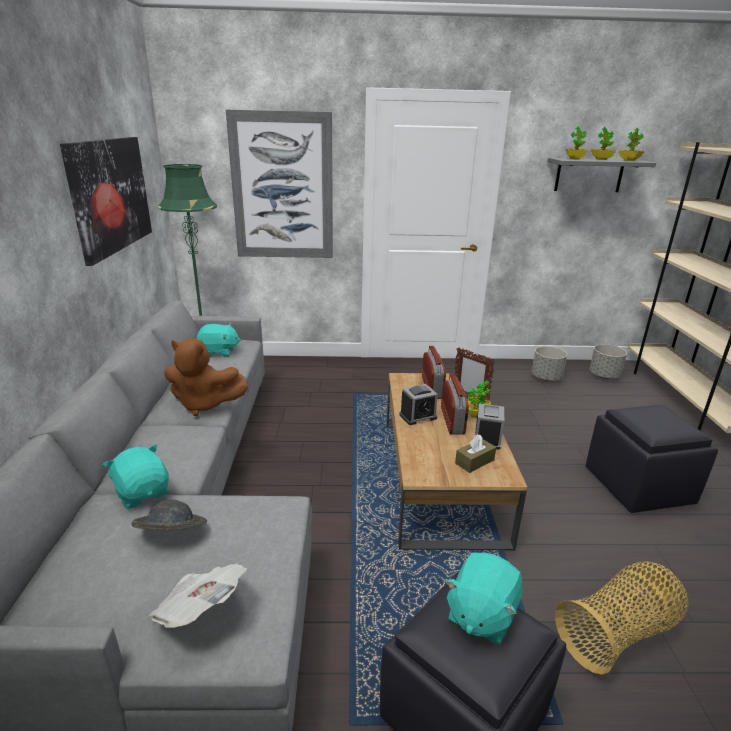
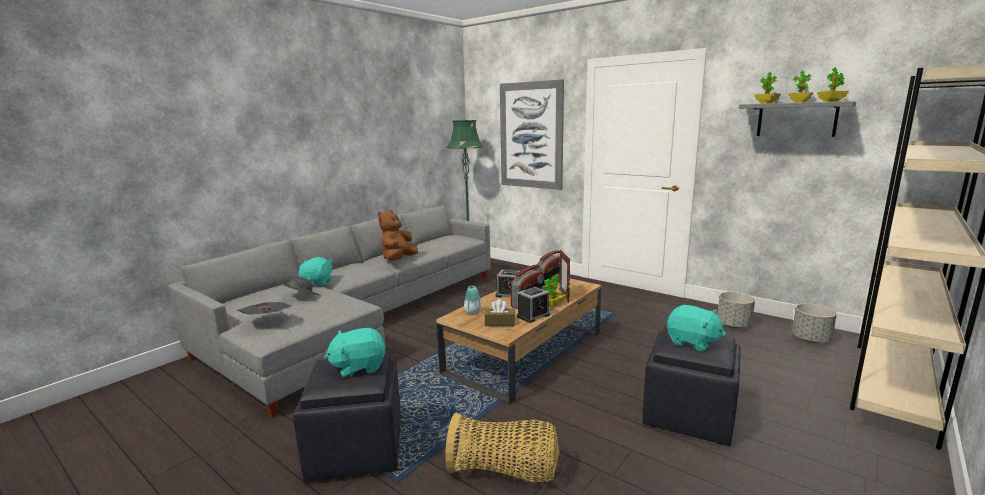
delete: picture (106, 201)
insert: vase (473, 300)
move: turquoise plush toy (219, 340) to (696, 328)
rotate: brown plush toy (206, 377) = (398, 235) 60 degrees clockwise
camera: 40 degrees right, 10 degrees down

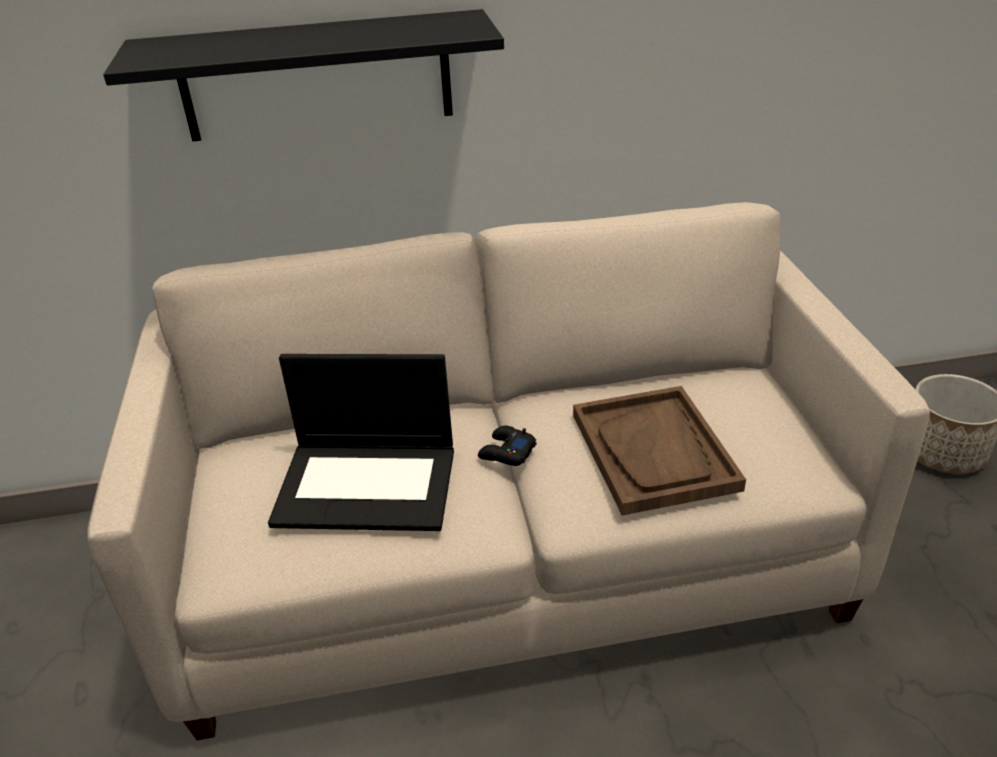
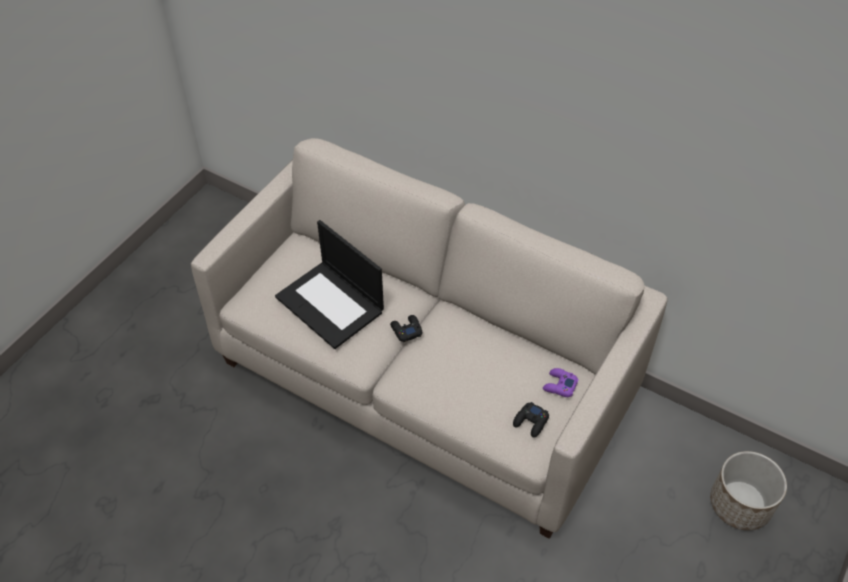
delete: black shelf (303, 75); brown tray (659, 451)
insert: purple game controller (561, 382); black game controller (531, 420)
camera: 40 degrees right, 15 degrees up

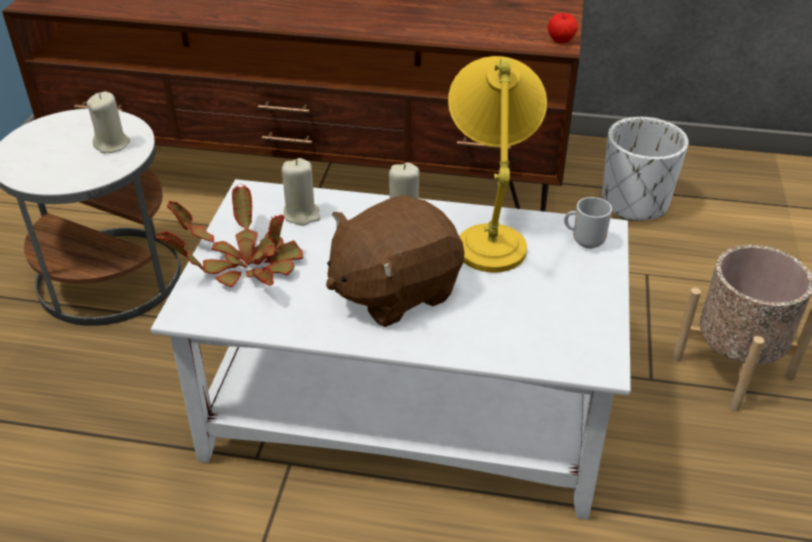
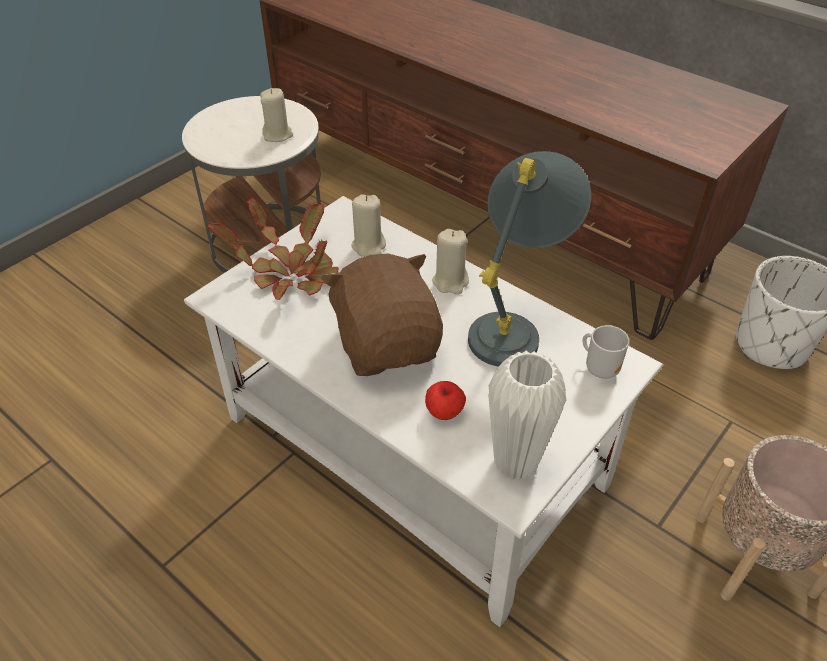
insert: white vase (527, 415)
move: apple (563, 28) to (445, 400)
recolor: yellow table lamp (497, 164) to grey table lamp (529, 259)
rotate: brown plush toy (395, 261) = (382, 315) 75 degrees clockwise
camera: 30 degrees right, 5 degrees up

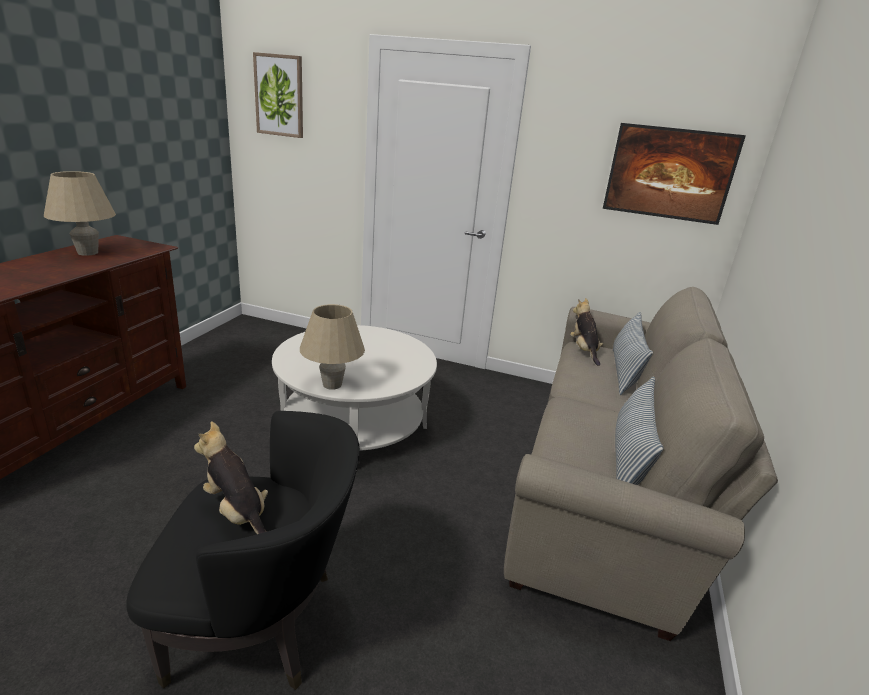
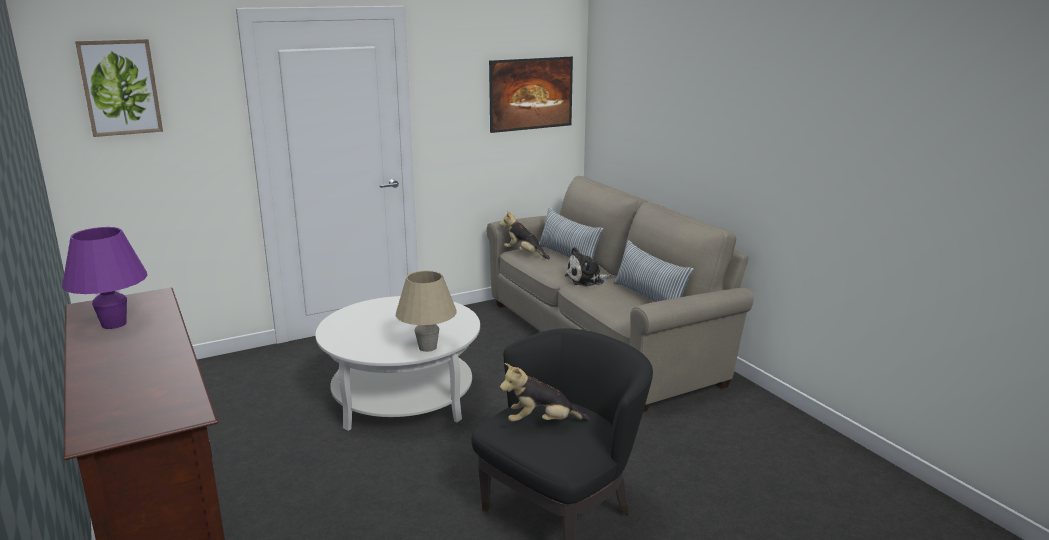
insert: plush toy (588, 266)
recolor: beige table lamp (80, 213) to purple table lamp (104, 278)
camera: 45 degrees left, 5 degrees down

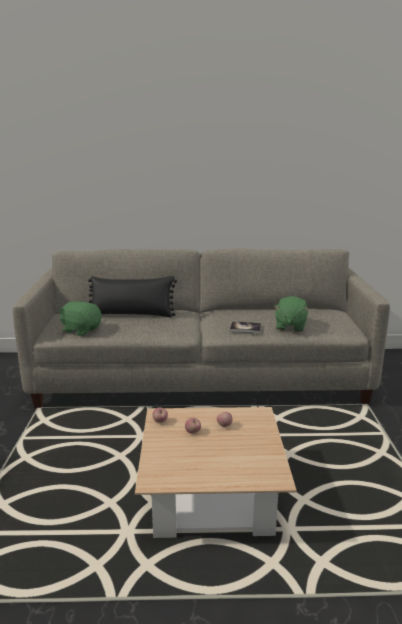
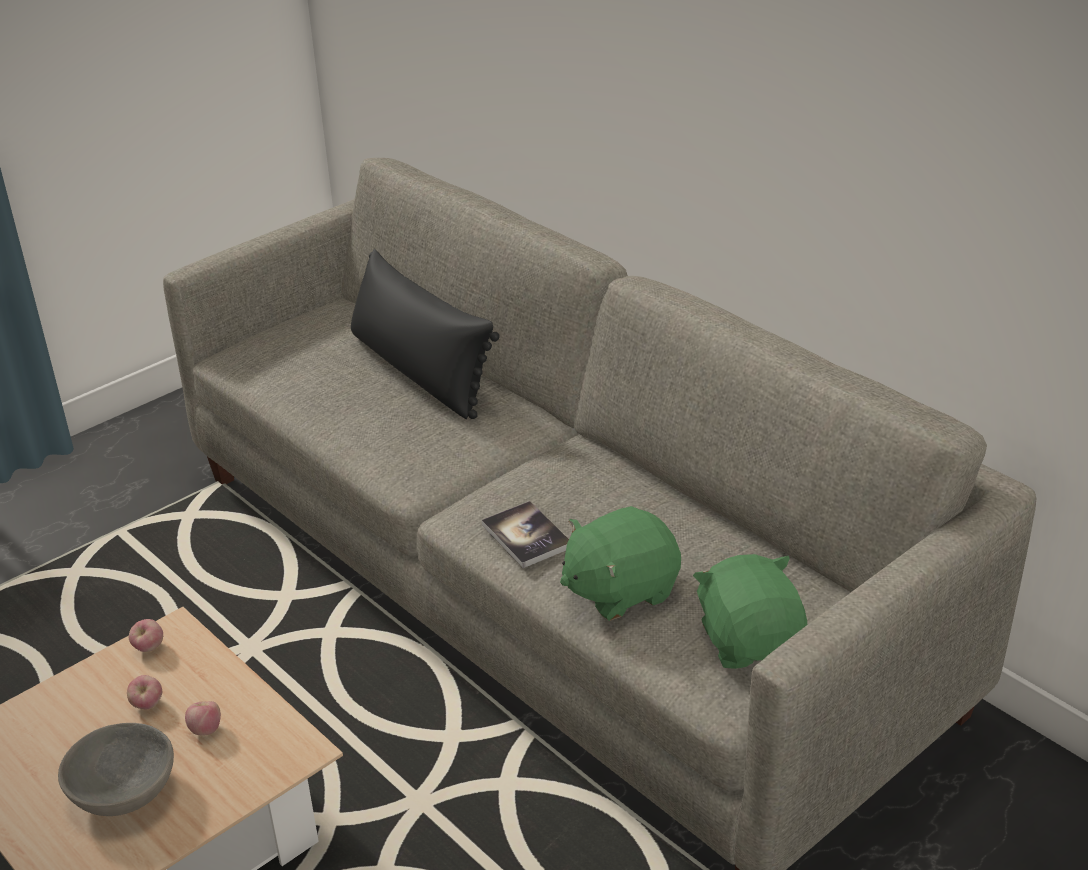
insert: grey bowl (116, 769)
move: green plush toy (79, 318) to (750, 611)
camera: 50 degrees right, 15 degrees up

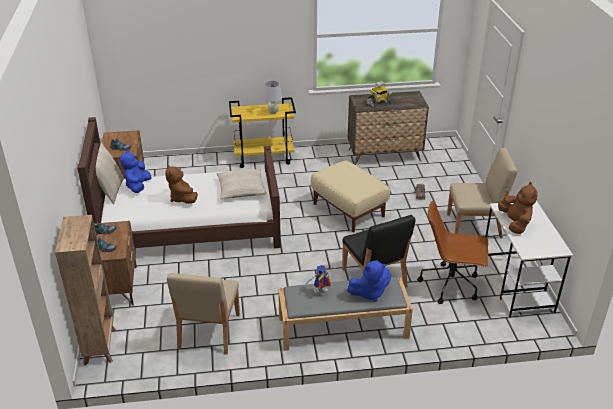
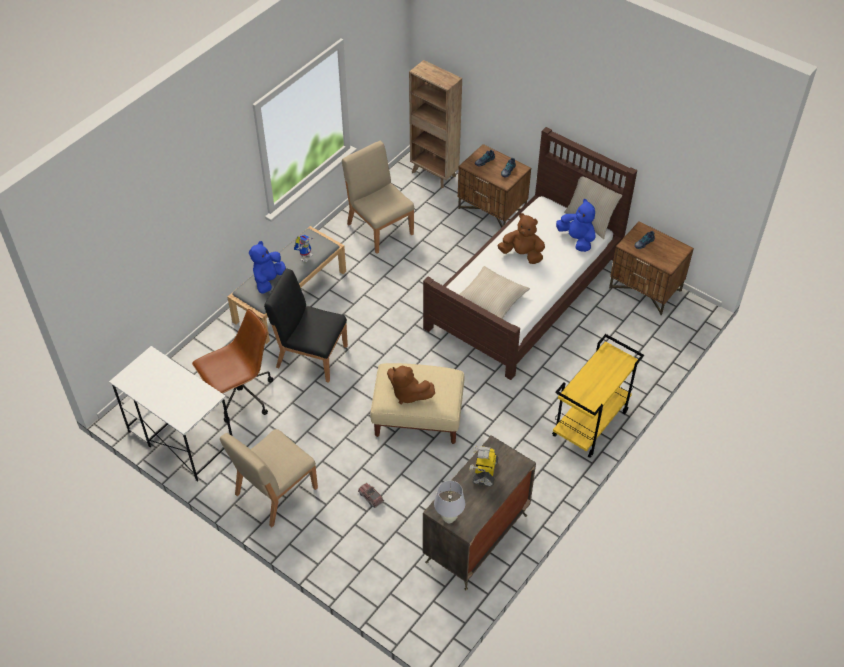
move: white table lamp (272, 98) to (449, 502); brown plush toy (517, 208) to (411, 384)
camera: 135 degrees right, 15 degrees up

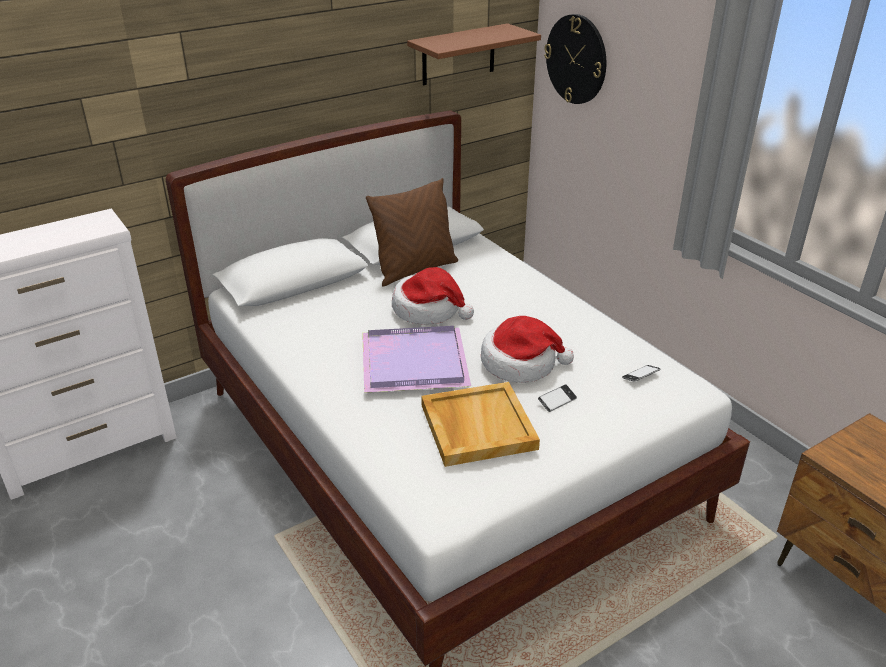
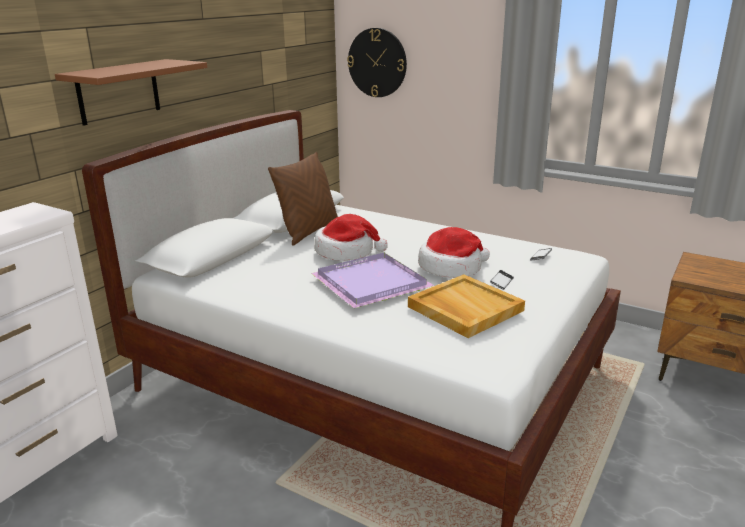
move: brown shelf (474, 54) to (131, 92)
camera: 25 degrees left, 10 degrees down

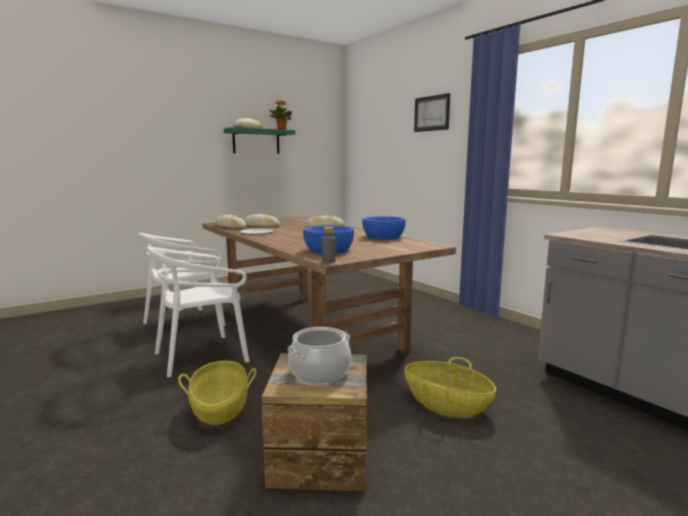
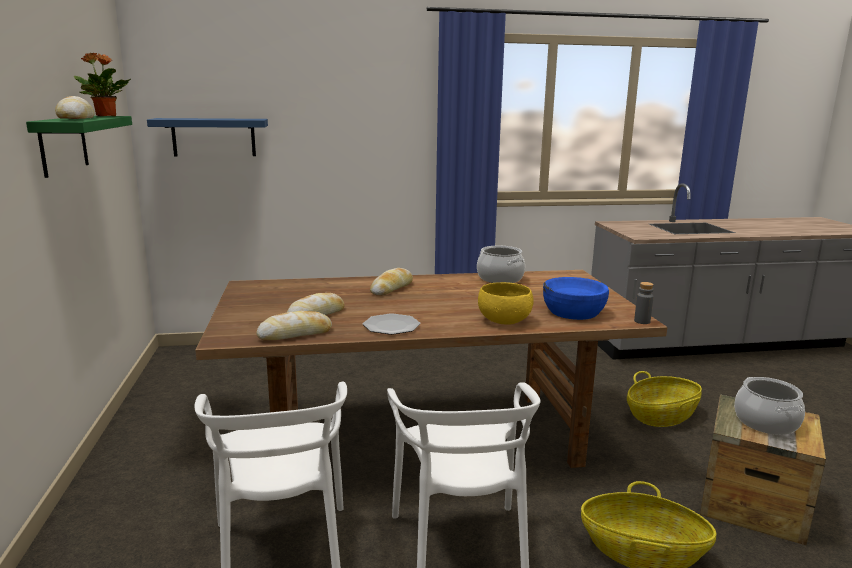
delete: picture (432, 112)
insert: blue shelf (207, 137); yellow bowl (506, 303)
replace: blue bowl (384, 228) to cooking pot (501, 264)
camera: 65 degrees left, 5 degrees up

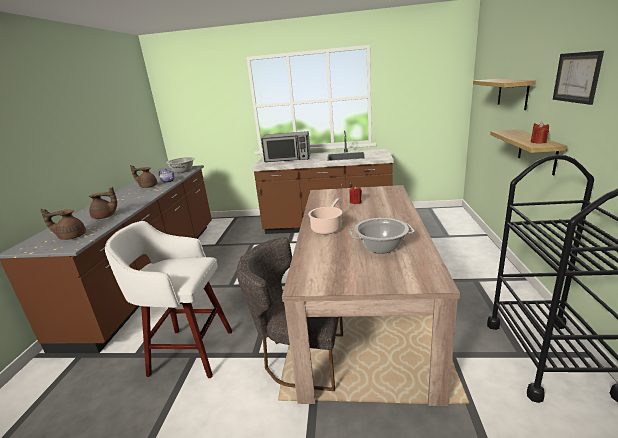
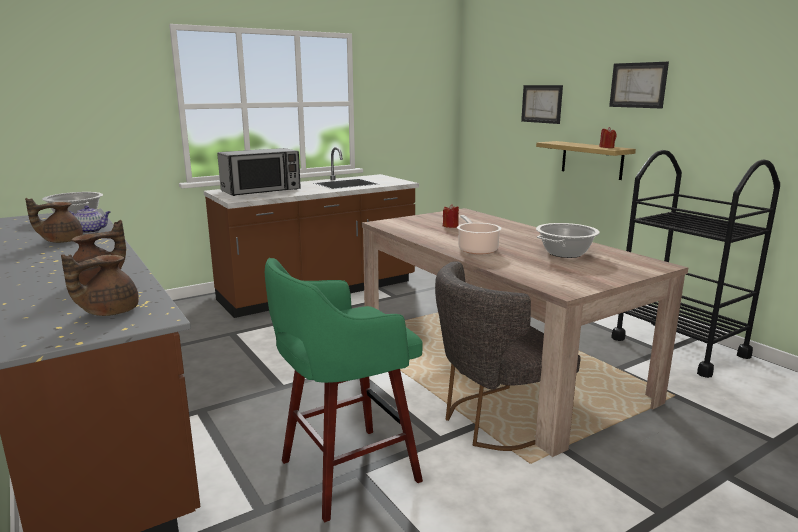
replace: shelf (504, 94) to picture (542, 104)
recolor: white stool (168, 299) to green stool (344, 390)
camera: 40 degrees left, 5 degrees down

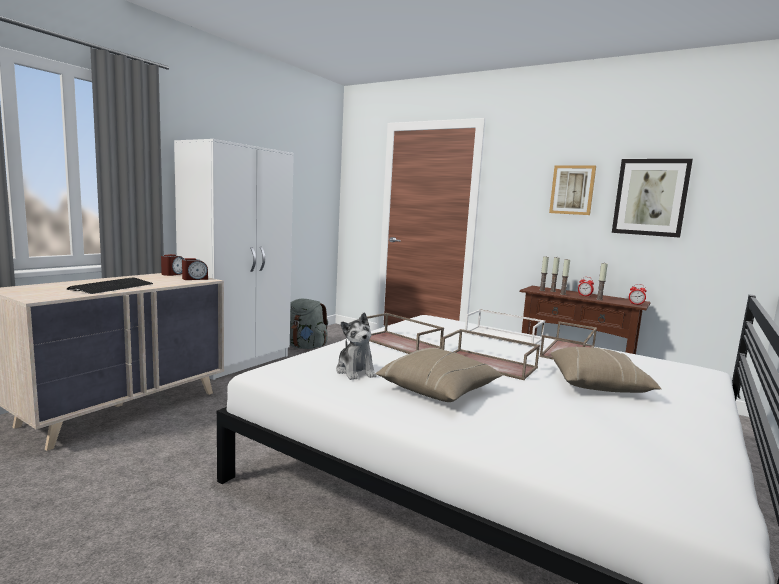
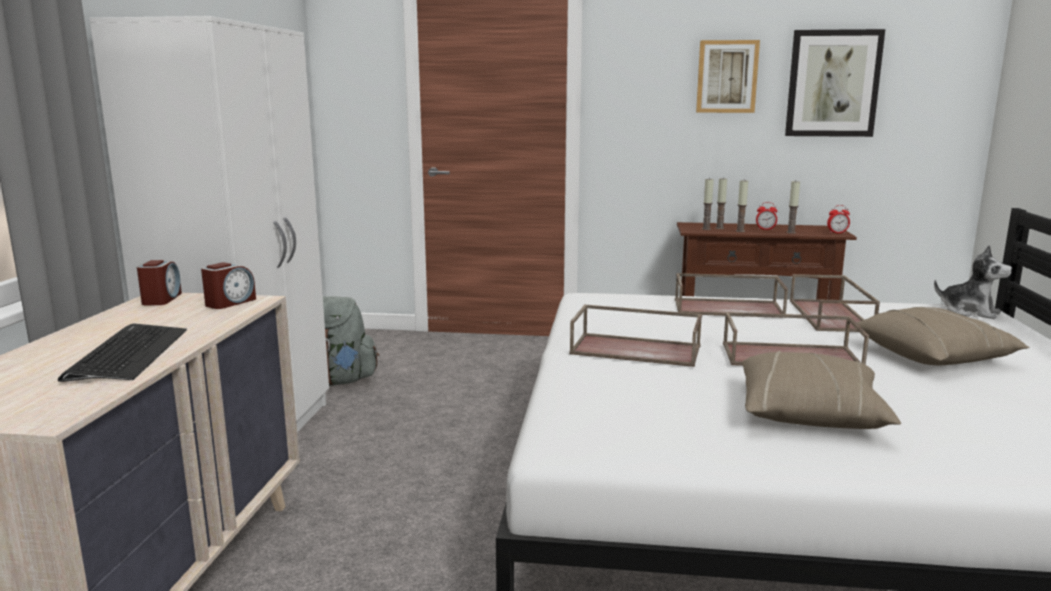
move: plush toy (356, 346) to (973, 282)
recolor: white tray (504, 328) to brown tray (731, 295)
camera: 25 degrees left, 5 degrees up

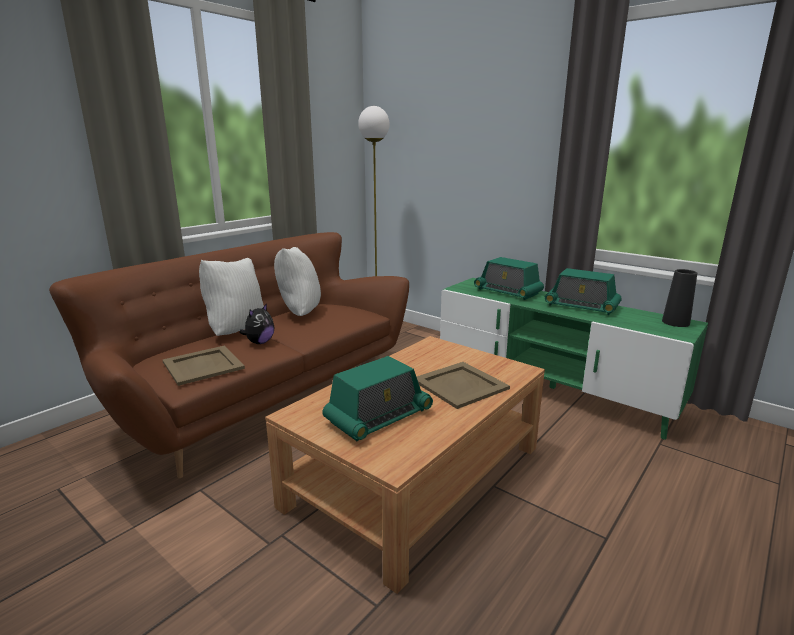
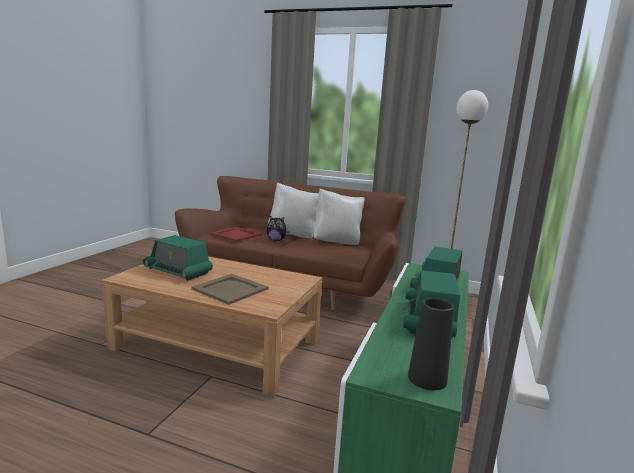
recolor: beige tray (203, 366) to red tray (236, 234)
camera: 70 degrees right, 5 degrees down

